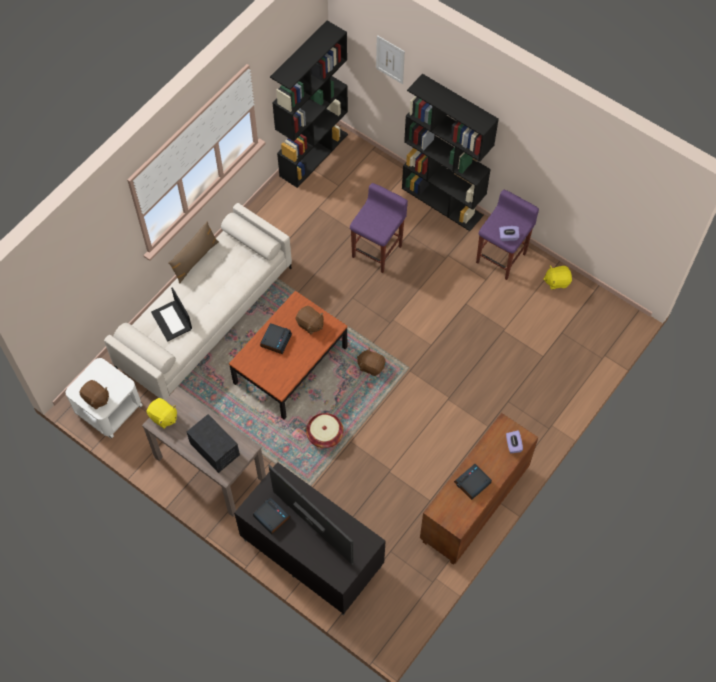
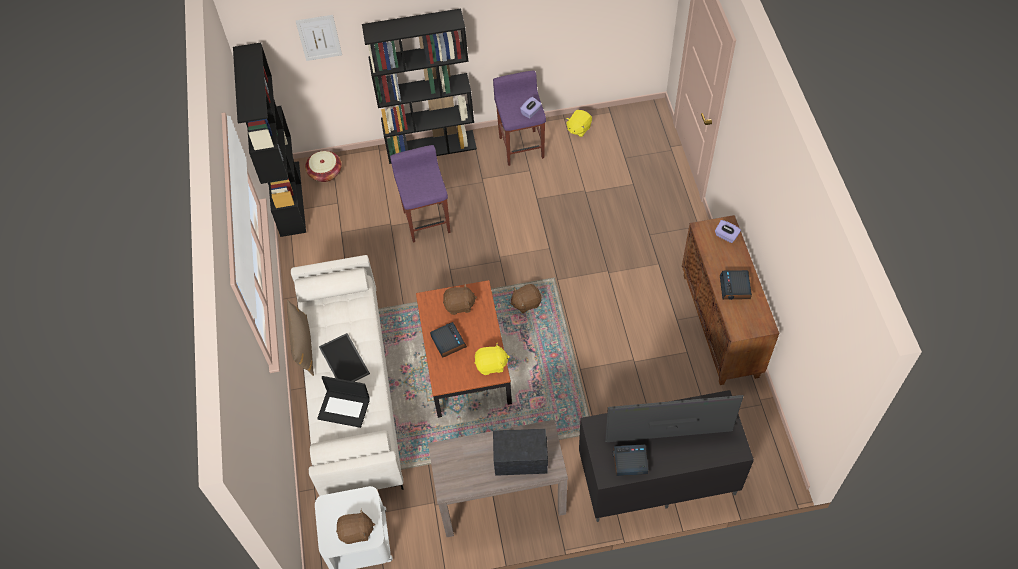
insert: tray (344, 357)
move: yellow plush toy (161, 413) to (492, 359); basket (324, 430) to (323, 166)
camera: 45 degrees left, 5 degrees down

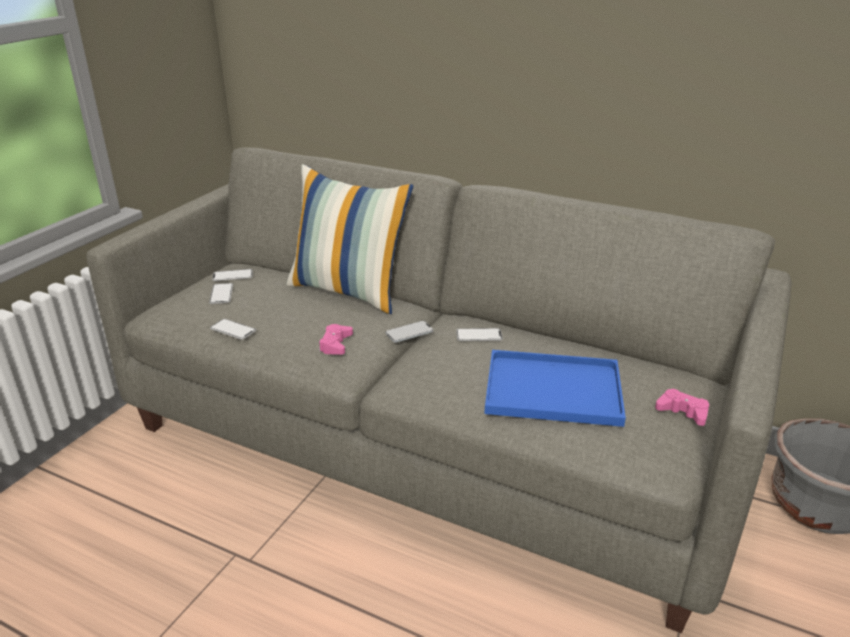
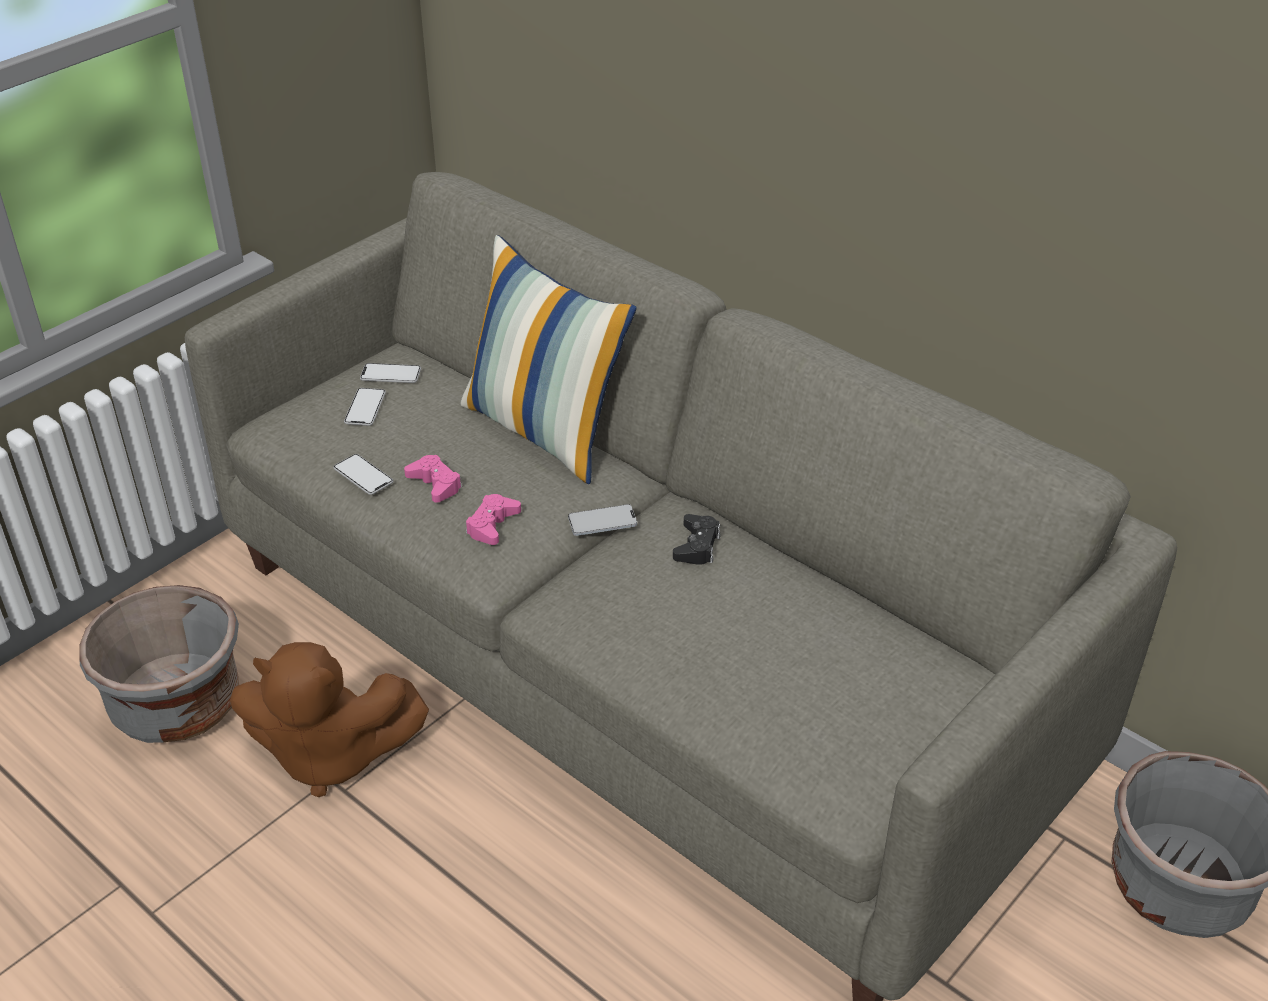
delete: blue tray (555, 388)
insert: grey planter (159, 664); brown plush toy (329, 719)
move: pink game controller (682, 407) to (433, 479)
replace: phone (479, 334) to black game controller (697, 539)
camera: 15 degrees right, 10 degrees up

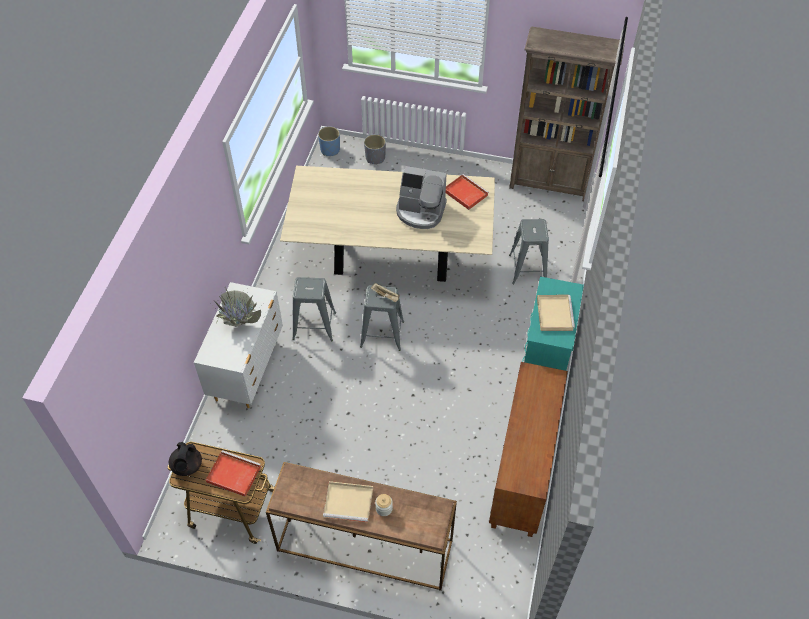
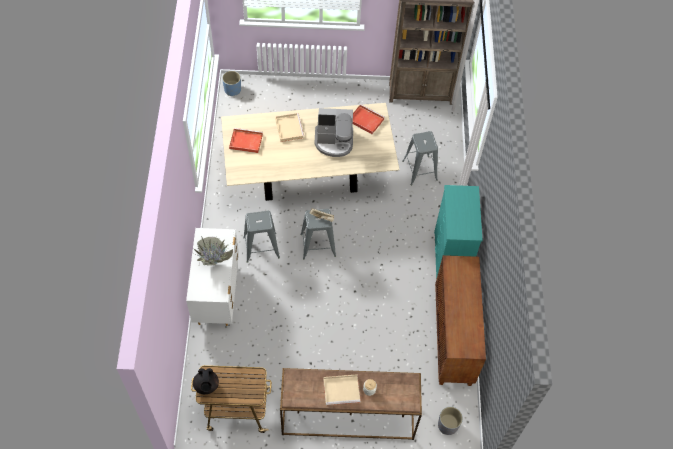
move: grey planter (375, 149) to (450, 421); beige tray (556, 313) to (289, 127); red tray (233, 473) to (246, 140)
camera: 15 degrees left, 5 degrees up

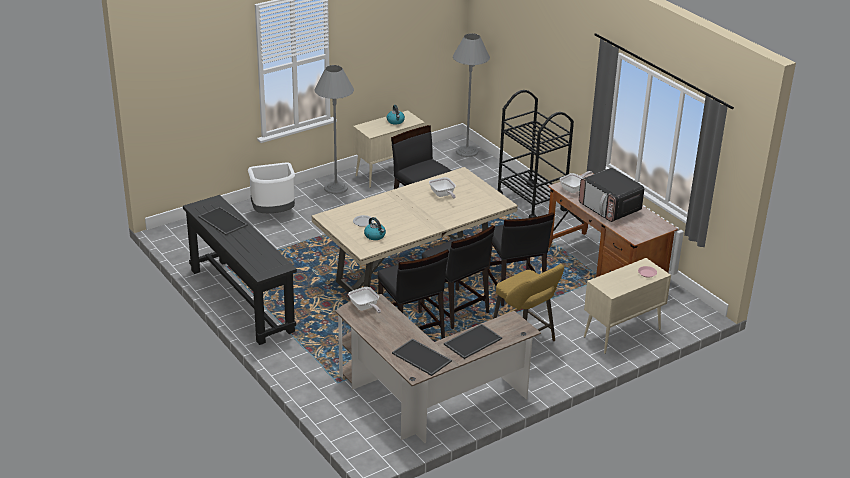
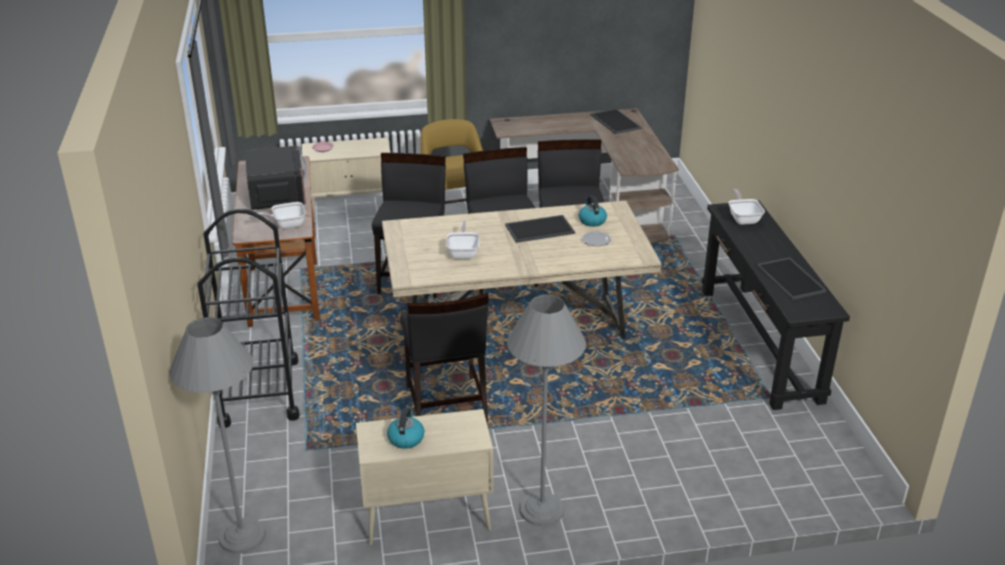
delete: white trash can (271, 188)
move: frying pan (364, 300) to (746, 207); tray (473, 341) to (540, 229)
camera: 155 degrees left, 0 degrees up

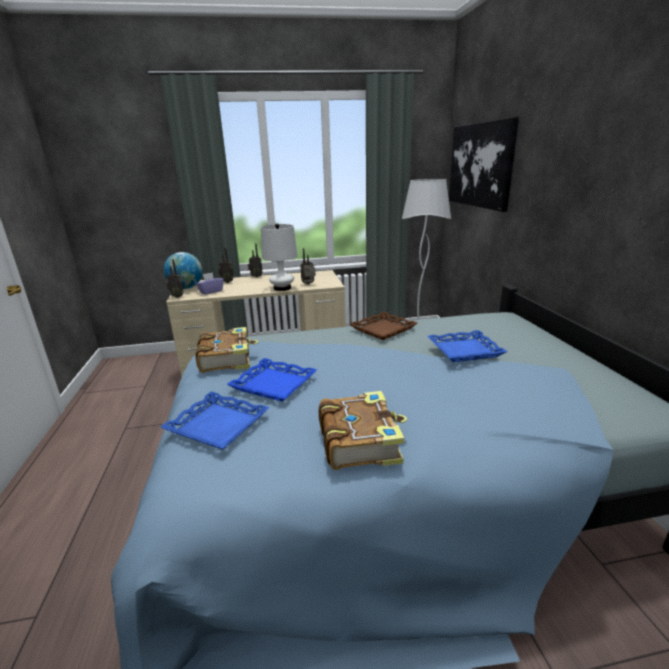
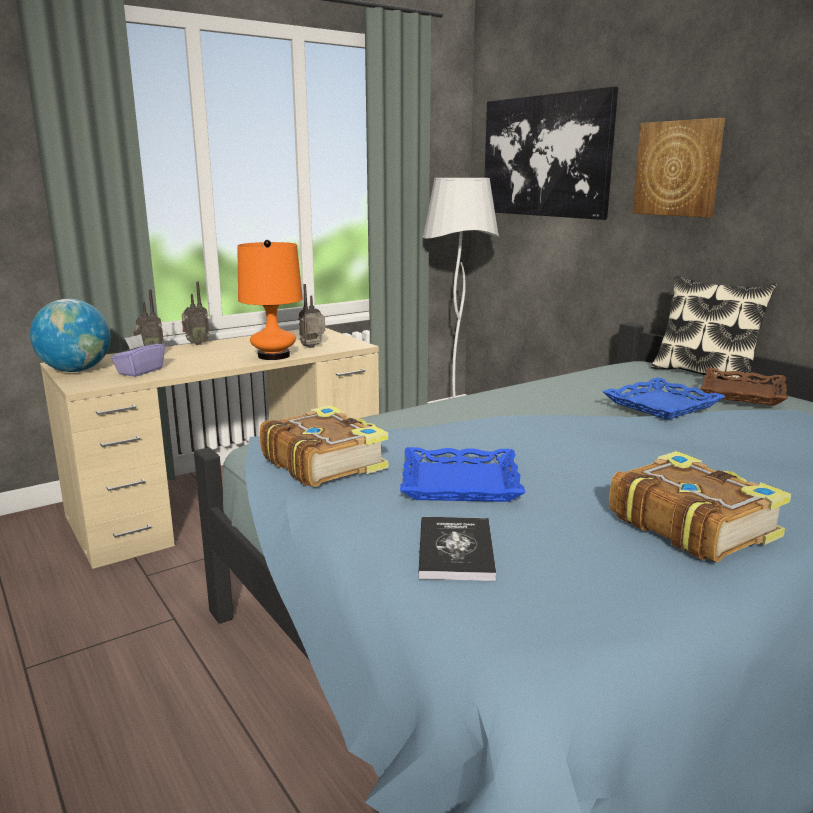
delete: radio (175, 278)
insert: picture (678, 168); pillow (714, 329)
move: brown tray (383, 326) to (744, 387)
replace: blue tray (215, 420) to book (457, 549)
recolor: white table lamp (279, 257) to orange table lamp (270, 300)
camera: 25 degrees left, 5 degrees down

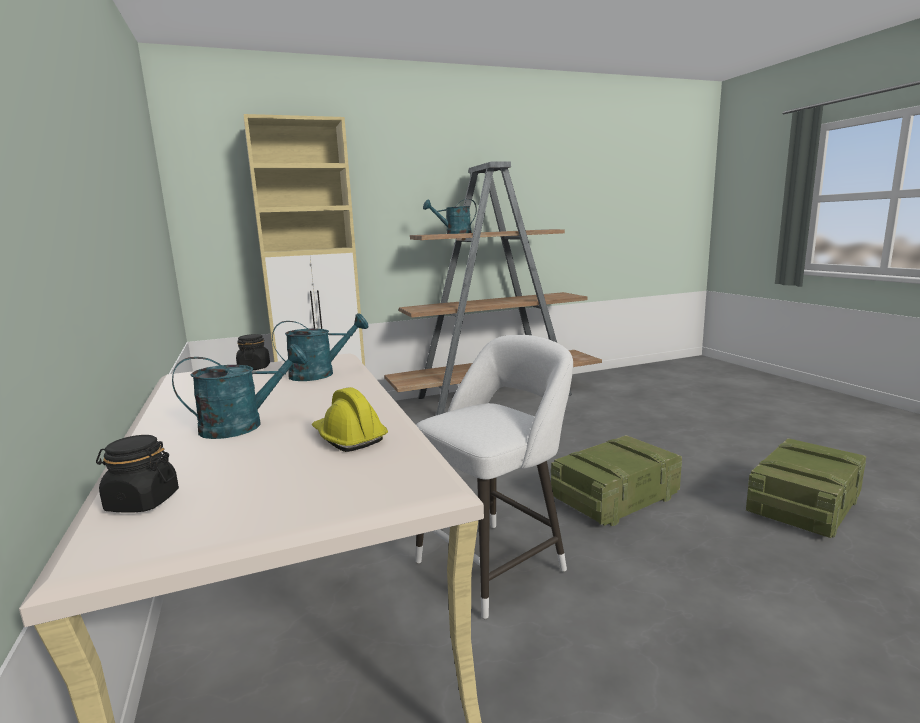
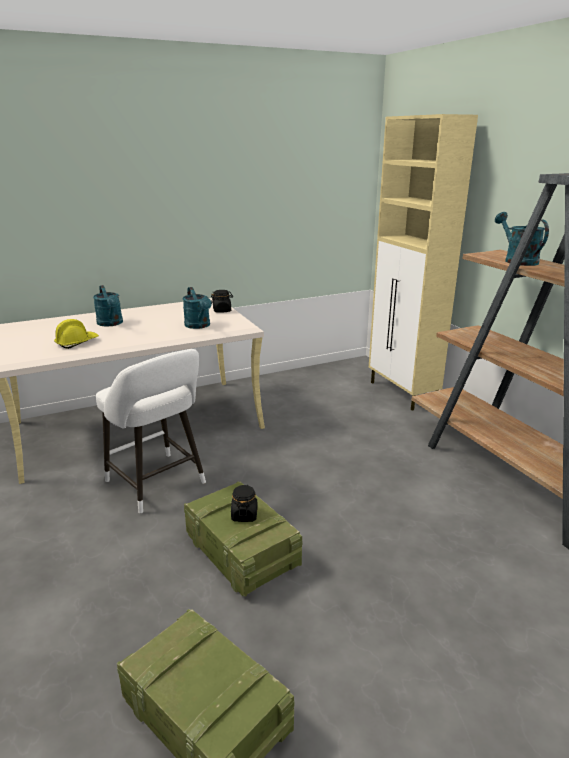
move: black jar (137, 474) to (244, 503)
camera: 85 degrees right, 10 degrees up

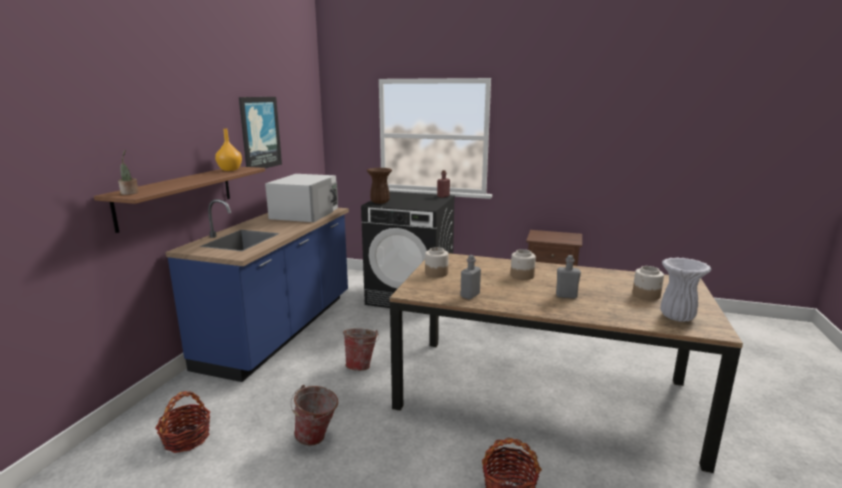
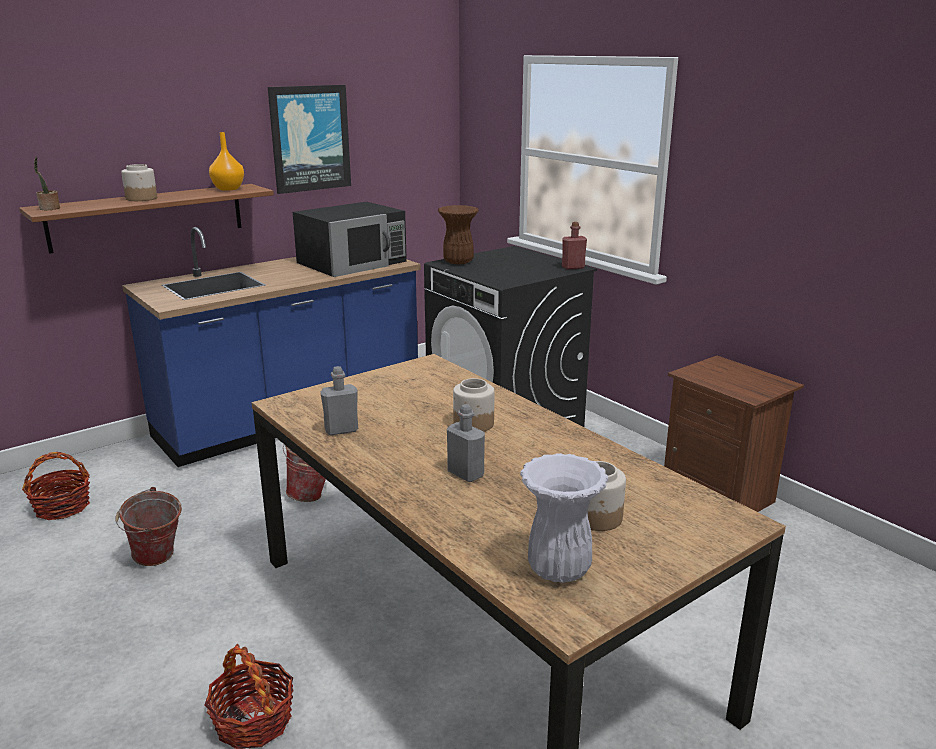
move: jar (437, 262) to (139, 182)
recolor: white microwave (301, 198) to black microwave (350, 239)
camera: 35 degrees right, 5 degrees up

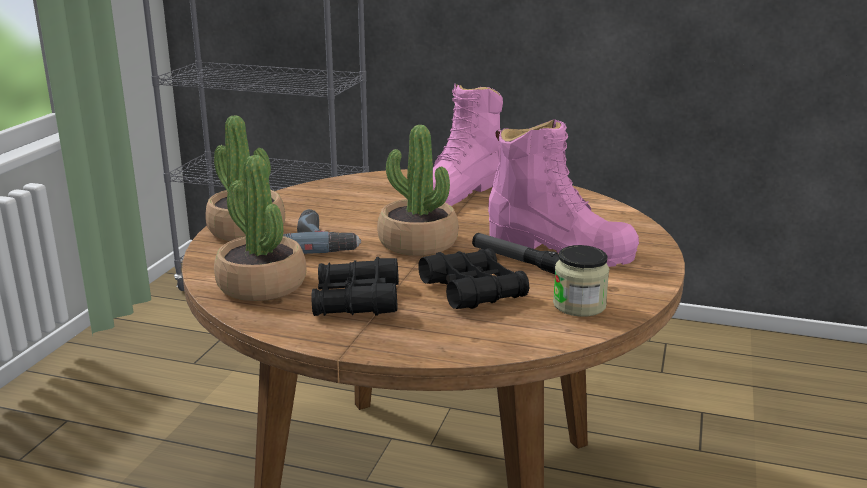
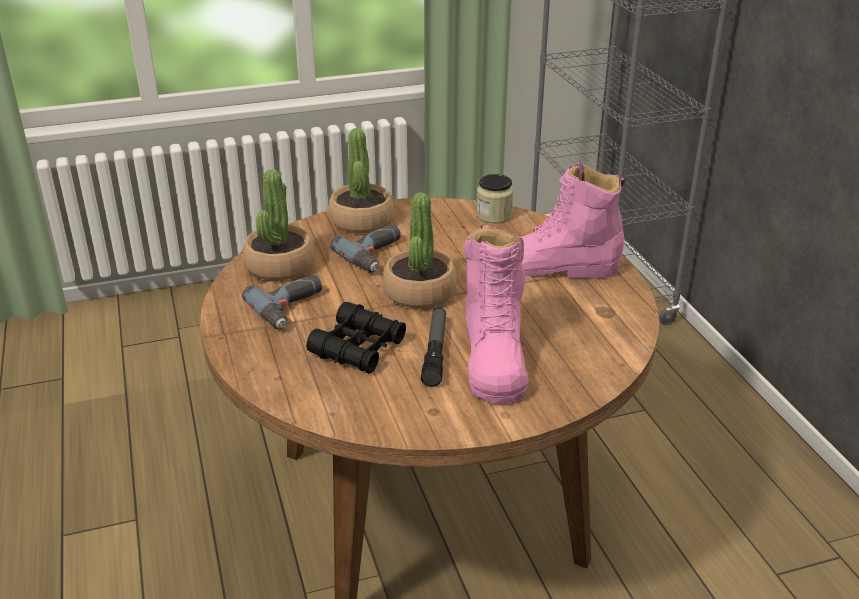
move: jar (581, 281) to (495, 198)
replace: black binoculars (355, 286) to power drill (282, 302)
camera: 55 degrees right, 10 degrees up

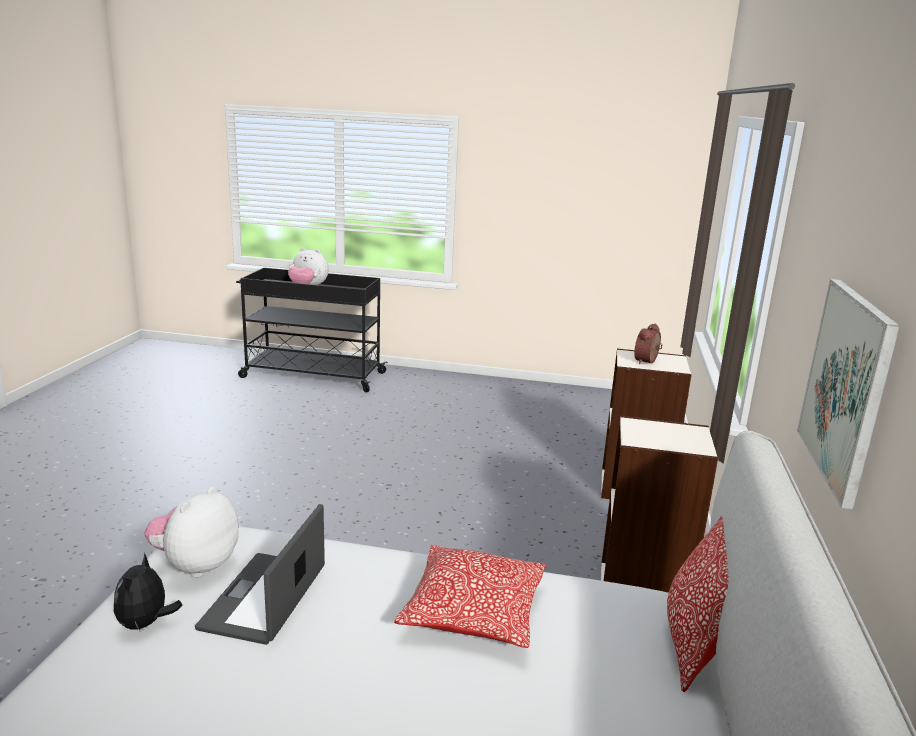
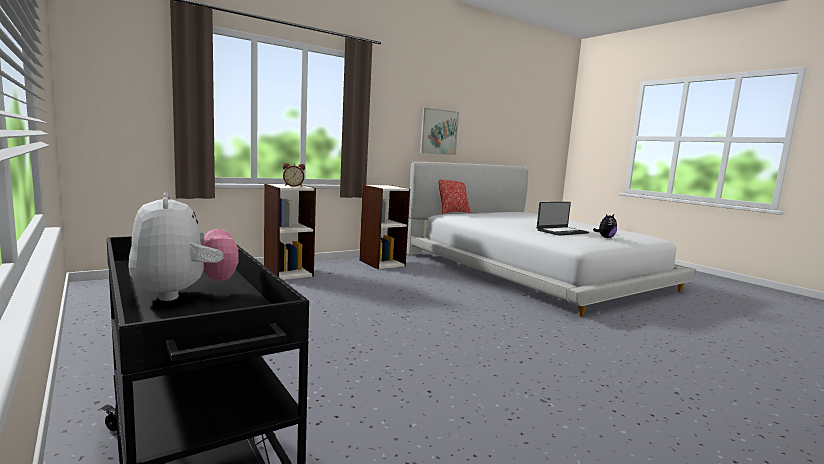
delete: plush toy (191, 532); pillow (469, 596)
camera: 135 degrees left, 10 degrees down

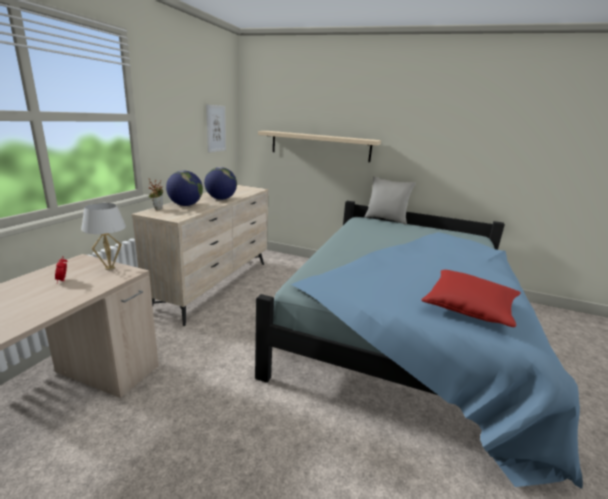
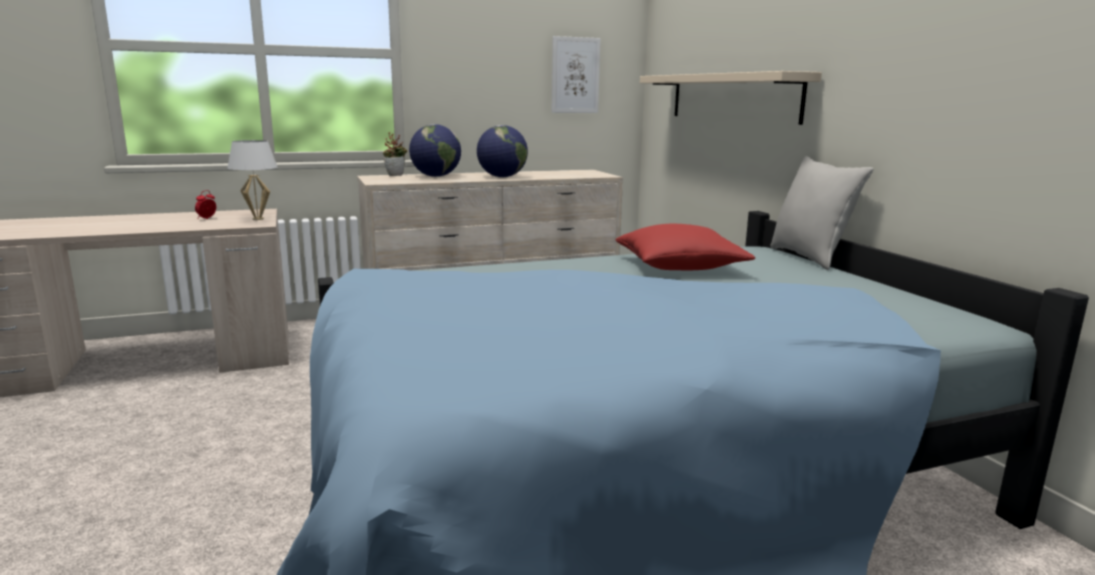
move: red pillow (471, 298) to (685, 247)
camera: 50 degrees right, 5 degrees down

